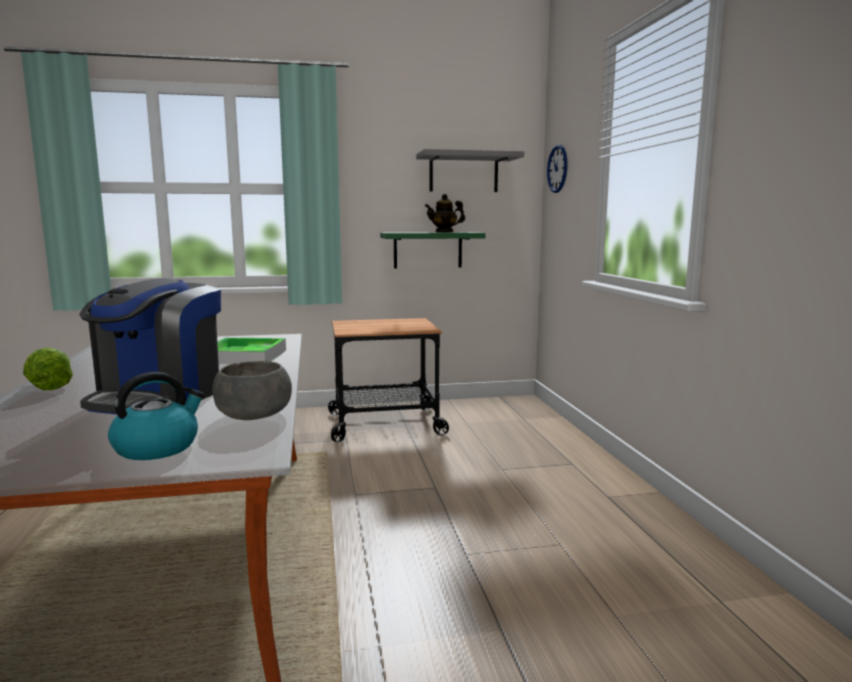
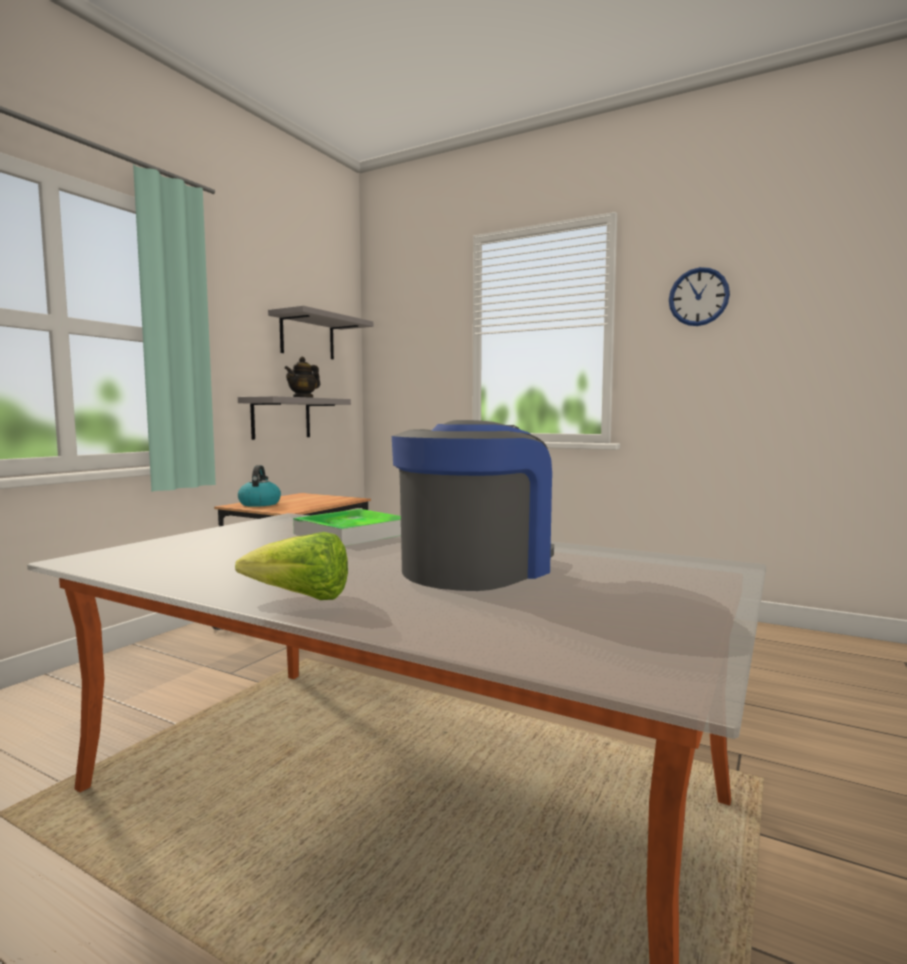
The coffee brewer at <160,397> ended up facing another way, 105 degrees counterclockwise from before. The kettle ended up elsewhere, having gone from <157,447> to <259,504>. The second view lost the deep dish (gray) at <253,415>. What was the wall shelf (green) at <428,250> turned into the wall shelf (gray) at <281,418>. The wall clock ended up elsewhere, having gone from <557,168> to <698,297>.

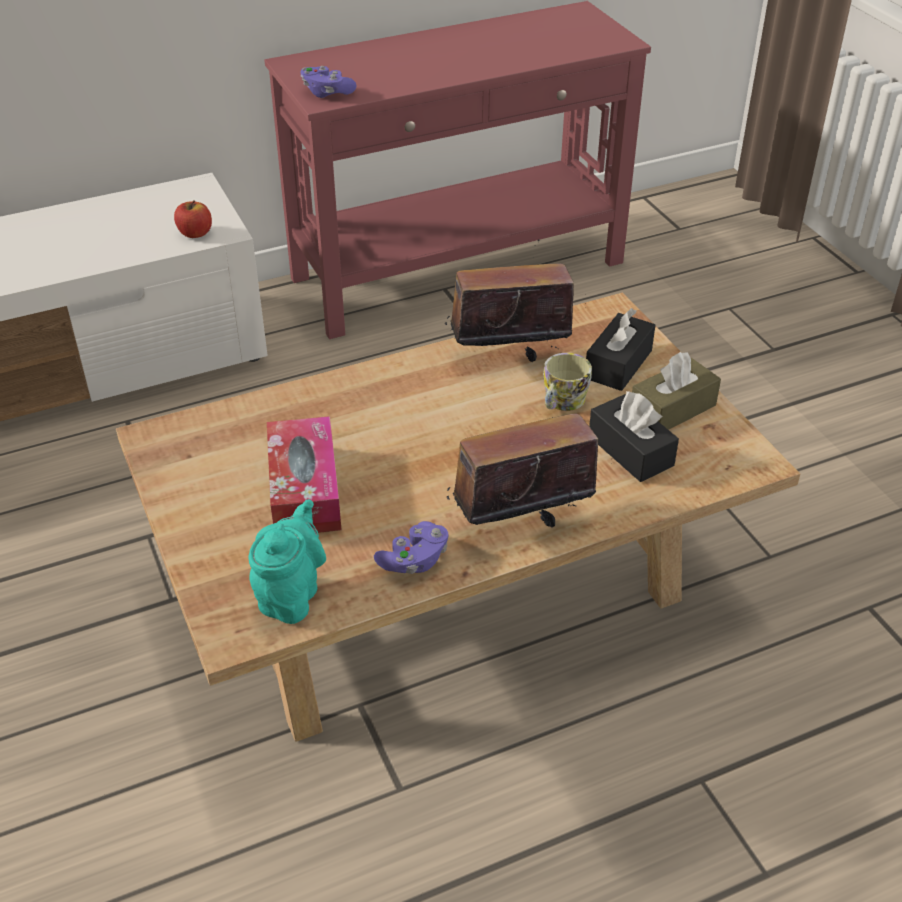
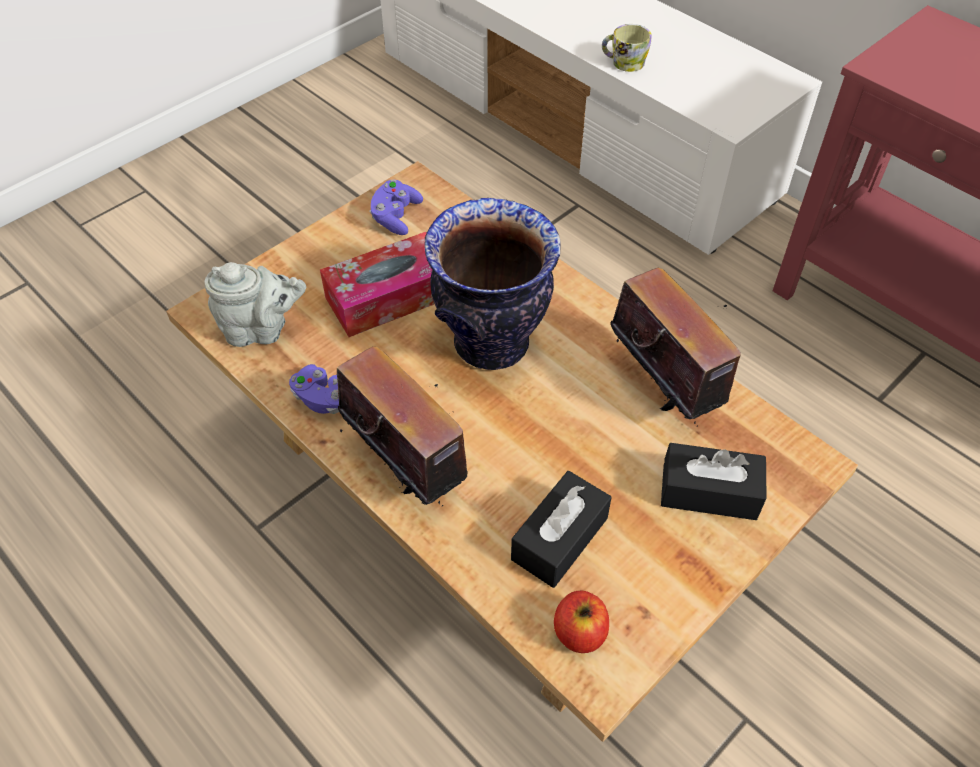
The apple fruit ended up elsewhere, having gone from <195,233> to <579,632>. What was the tea pot (blue-green) at <291,594> turned into the tea pot (gray) at <261,330>. The gamepad (purple) ended up elsewhere, having gone from <327,93> to <396,217>. The coffee mug ended up elsewhere, having gone from <561,402> to <623,62>. The second view lost the box of tissues (brownish) at <672,409>. The second view gained the vase at <493,344>.

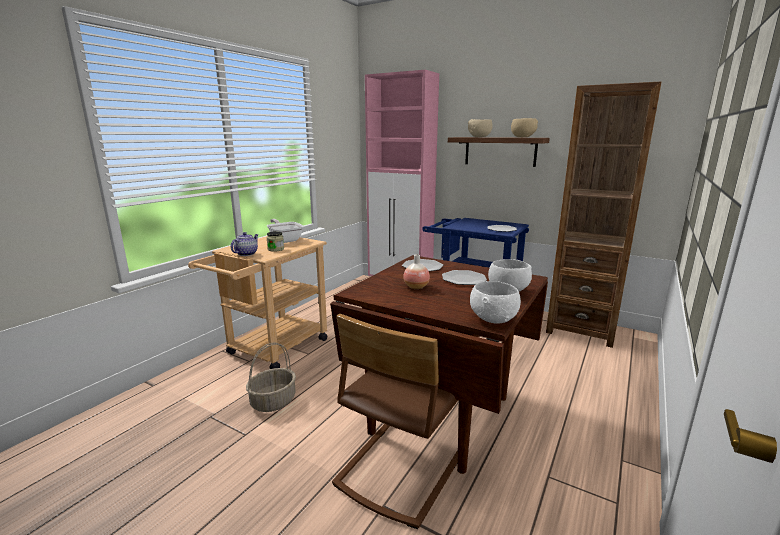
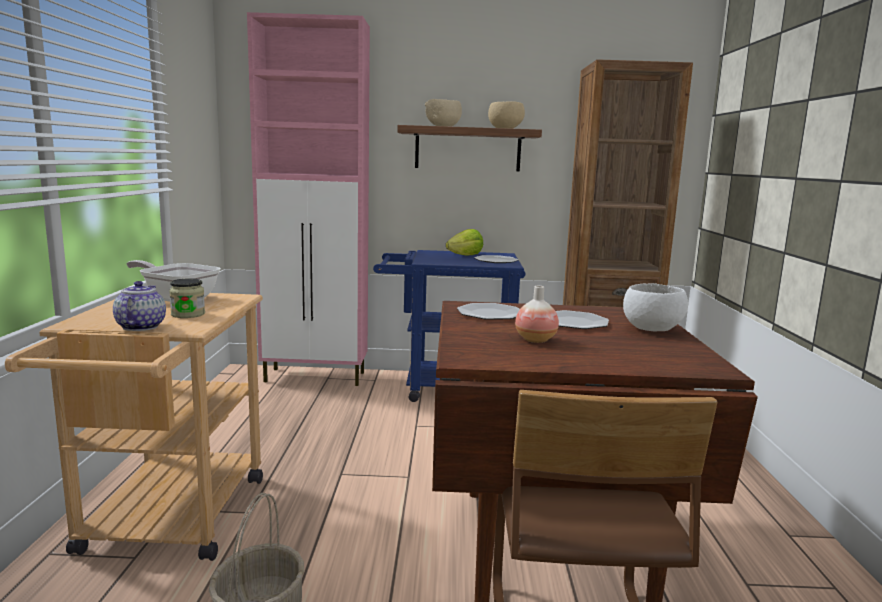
The second view lost the deep dish (white) at <493,319>. The second view gained the lettuce head at <465,255>.

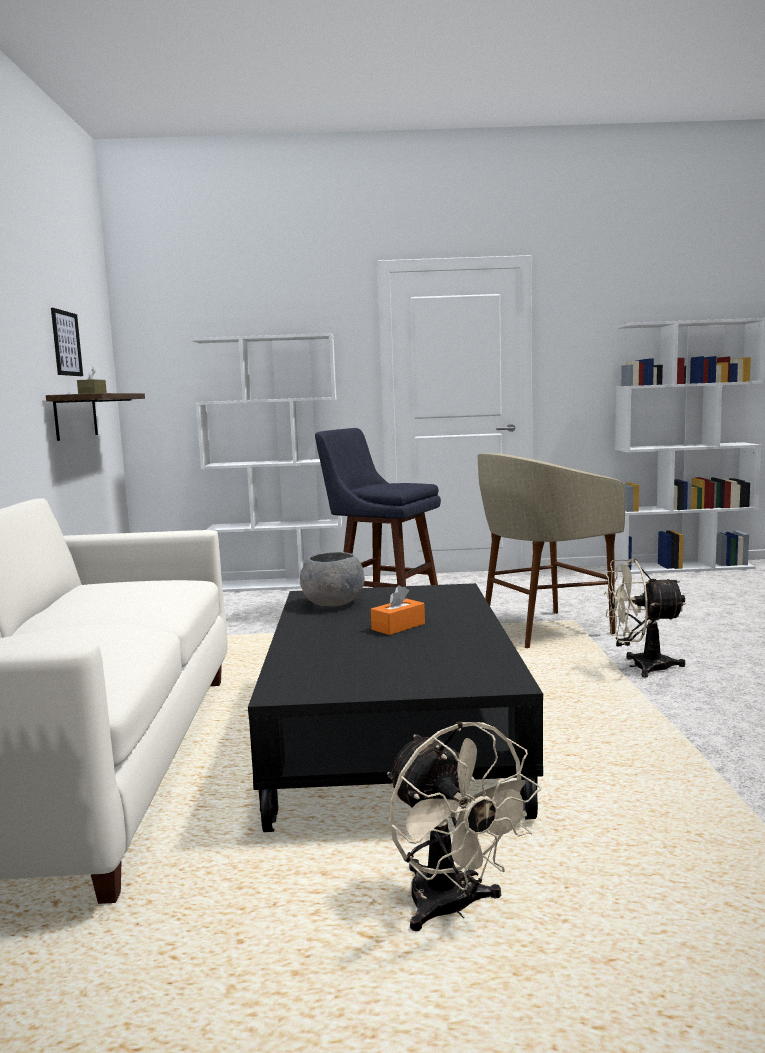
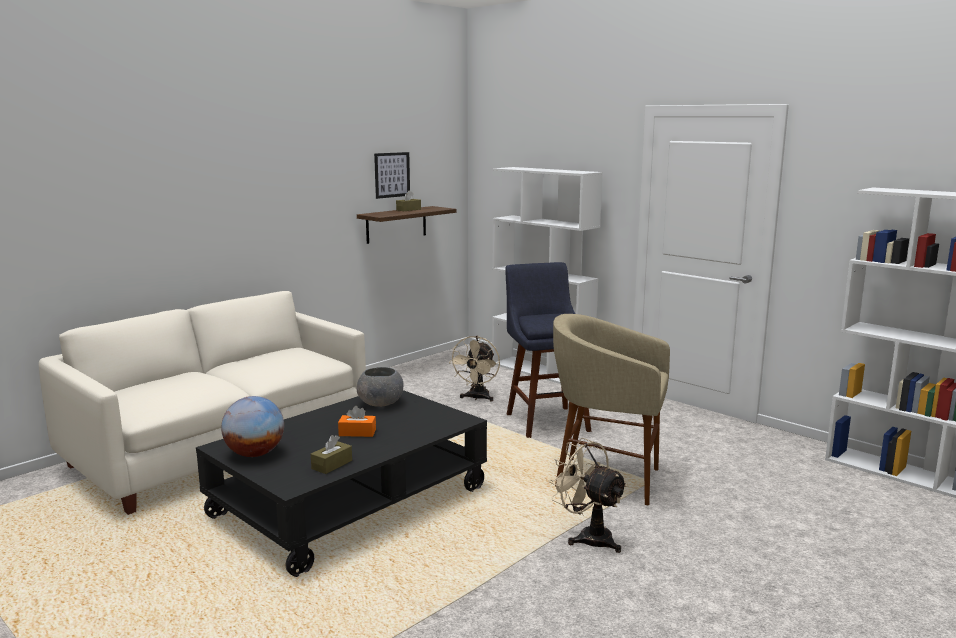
The cooling fan (beige-coloured) ended up elsewhere, having gone from <452,909> to <477,398>. The second view gained the desk globe at <255,454>. The second view gained the box of tissues (brownish) at <332,464>.

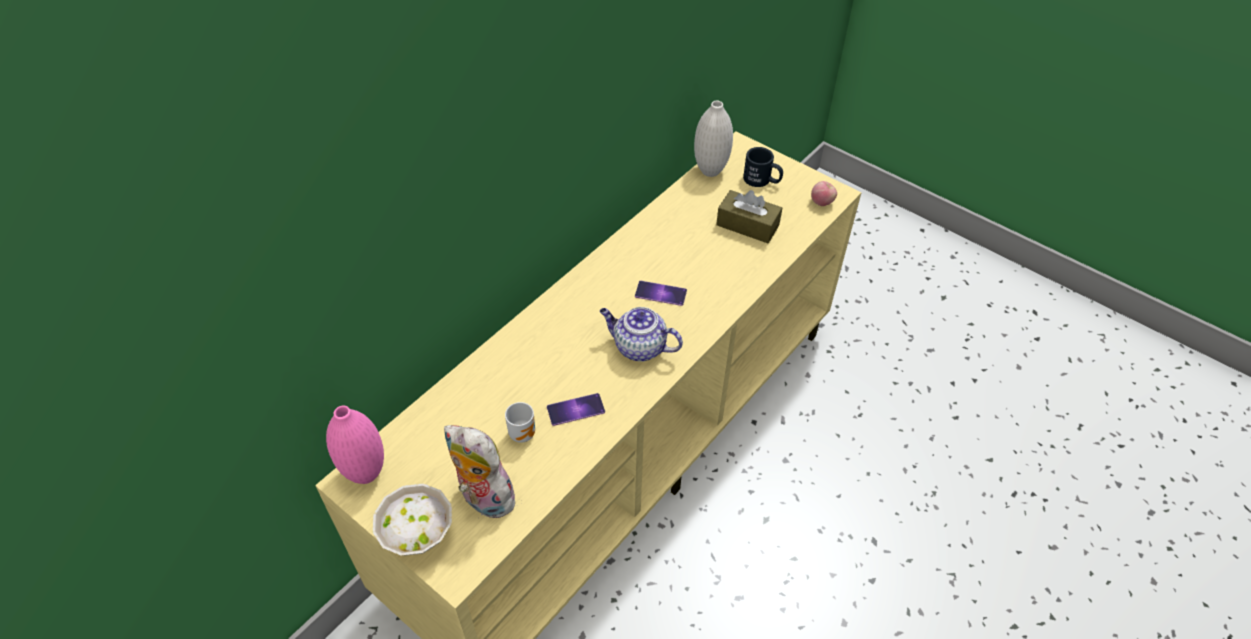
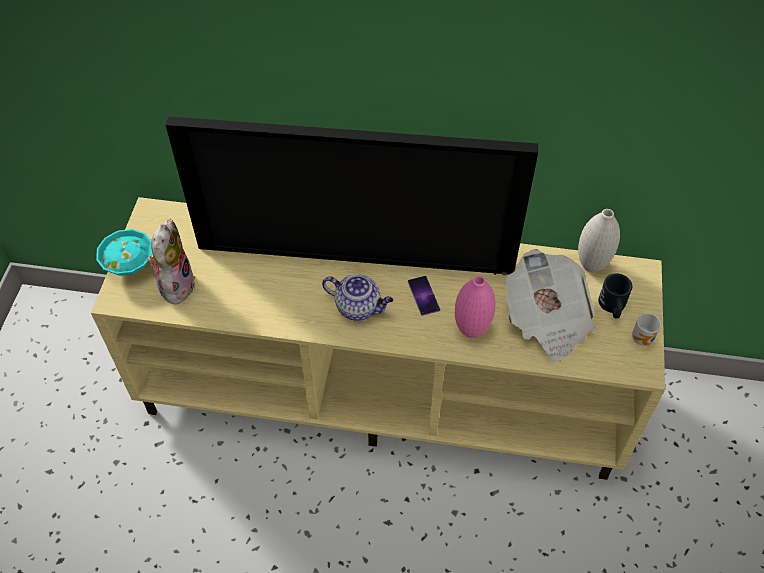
The vase (pinkish) ended up elsewhere, having gone from <366,473> to <471,330>. What was the deep dish (white) at <418,534> turned into the deep dish (blue-green) at <131,265>. The coffee mug ended up elsewhere, having gone from <523,433> to <643,339>. The second view lost the handset at <575,409>. The tea pot at <638,347> ended up facing another way, 120 degrees clockwise from before. Where the box of tissues (brownish) stood at <747,225>, the newspaper came to stand at <547,320>. The second view lost the apple fruit at <822,202>. The second view gained the TV set at <358,246>.

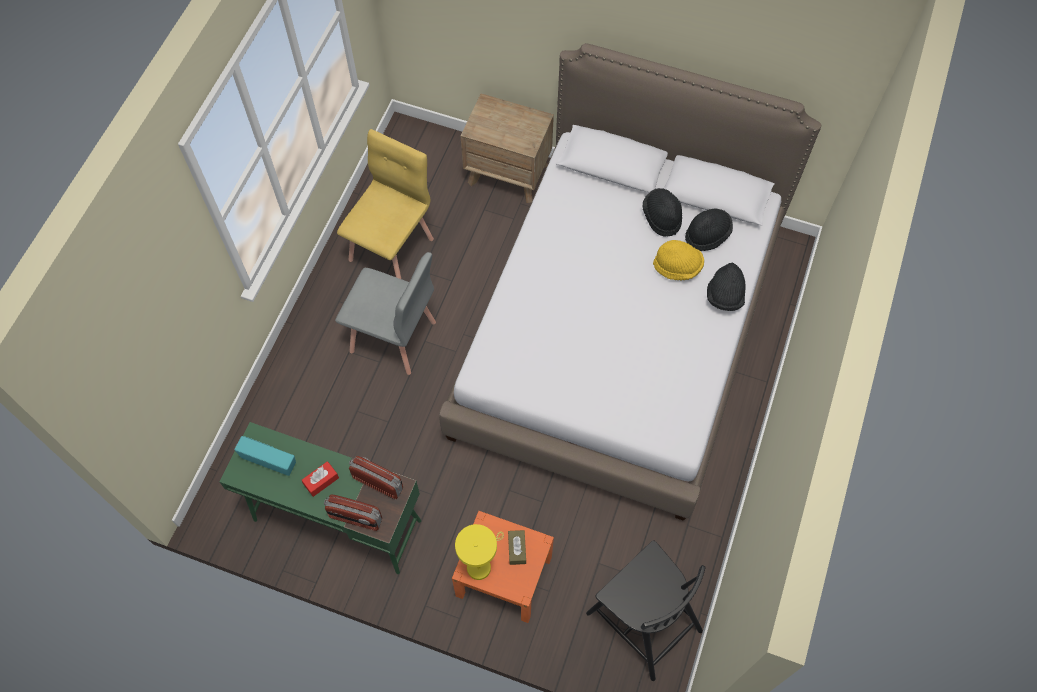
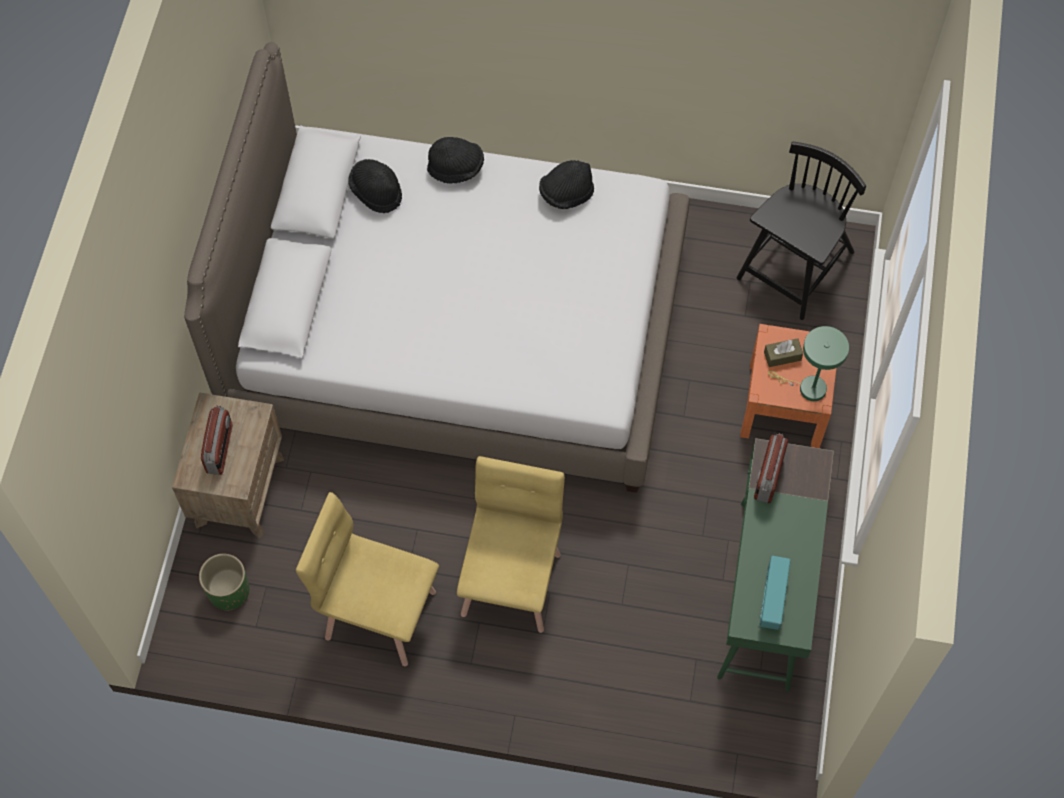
The second view lost the box of tissues (reddish) at <321,481>. The radio ended up elsewhere, having gone from <355,518> to <220,449>. What was the upright chair (gray) at <393,337> turned into the upright chair (yellow-coloured) at <512,583>. What was the tabletop lamp (yellow-coloured) at <481,563> turned into the tabletop lamp (green) at <807,388>. The hat (blackish) ended up elsewhere, having gone from <662,217> to <566,194>. The second view lost the hat (yellow-coloured) at <677,267>. The second view gained the plant pot (green) at <228,591>.

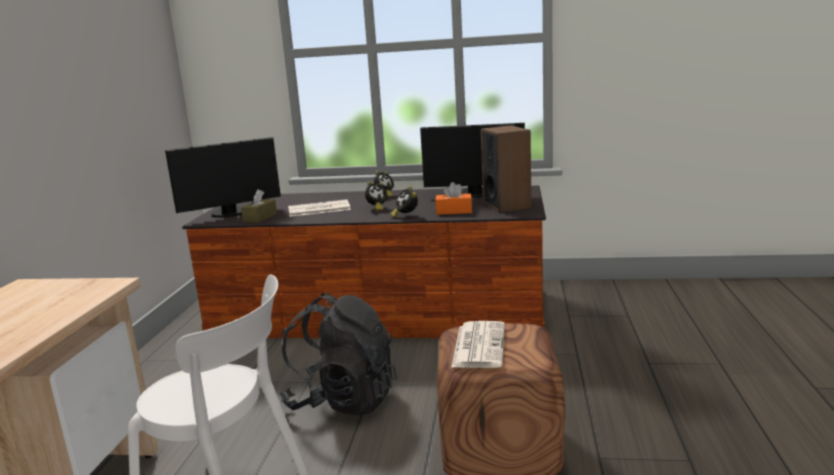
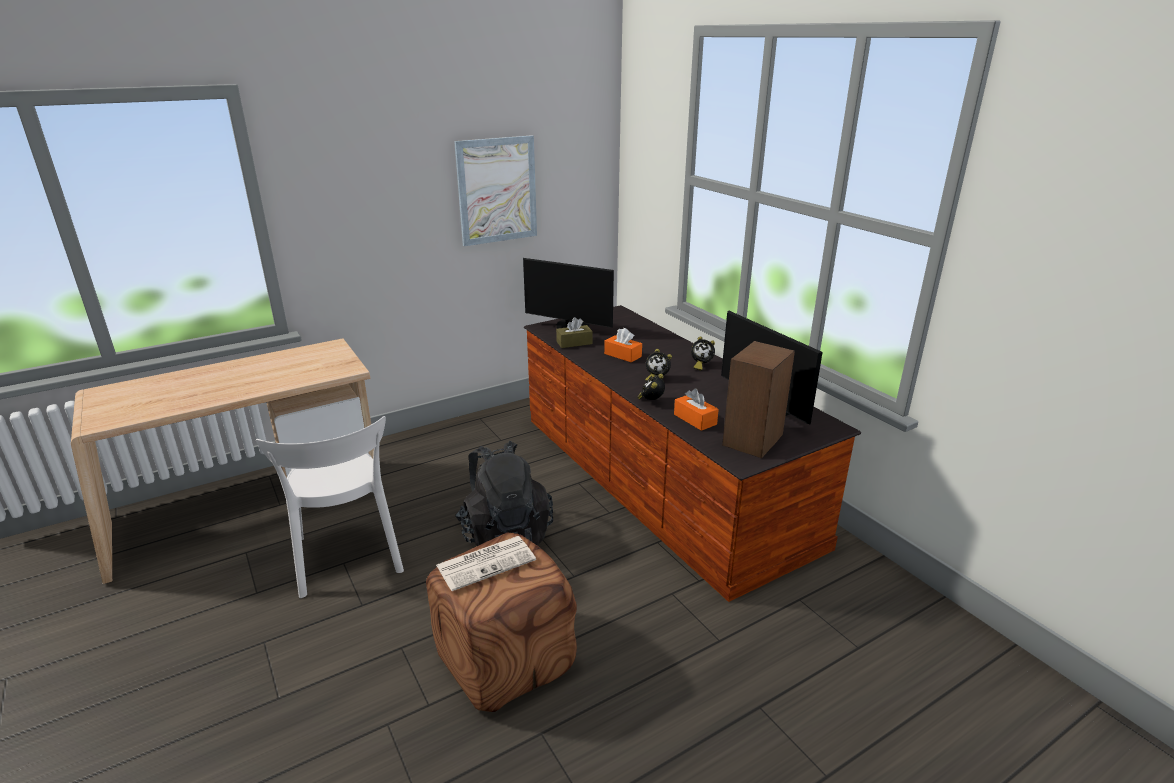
Where the newspaper stood at <318,209>, the box of tissues (orangey) came to stand at <622,355>. The second view gained the picture at <497,190>.

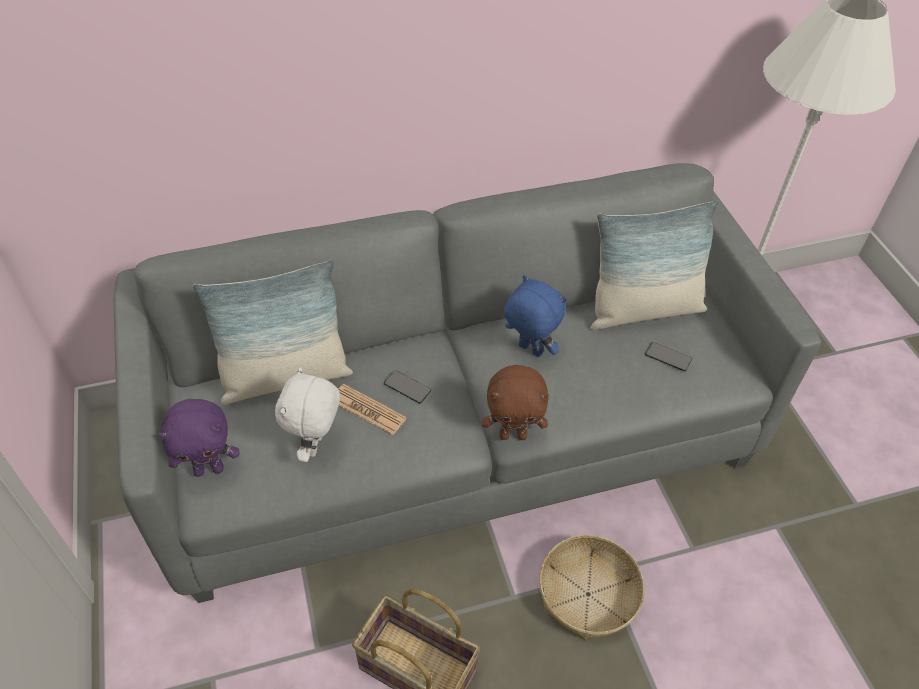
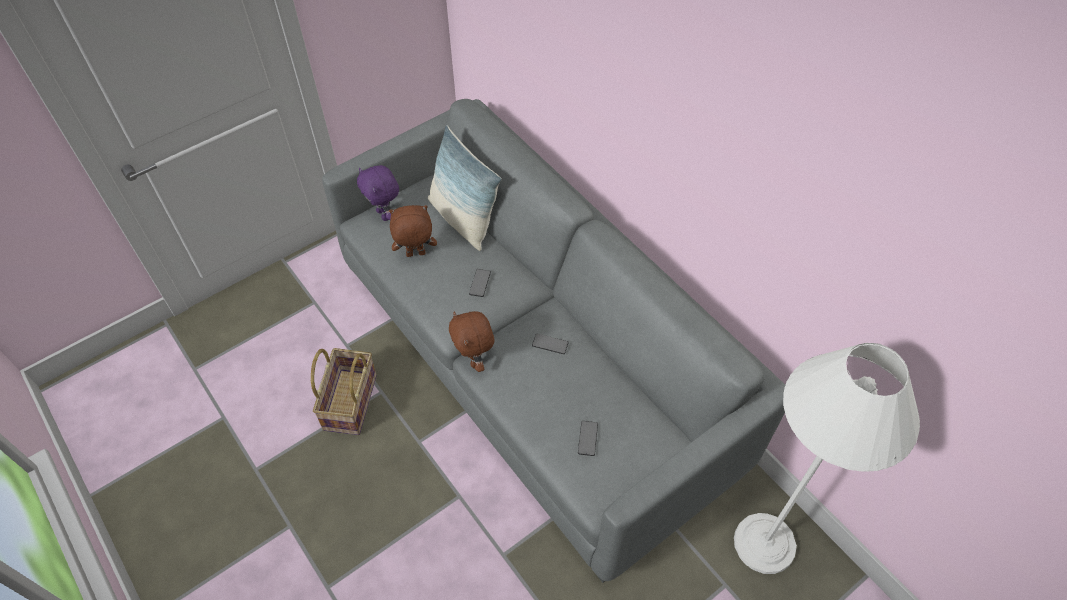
What was the plush toy (white) at <316,446> turned into the plush toy (brownish) at <415,255>. The second view lost the newspaper at <368,410>. Where the plush toy (bluish) stood at <529,350>, the handset came to stand at <550,344>. The second view lost the basket at <587,594>. The second view lost the pillow at <643,310>.

